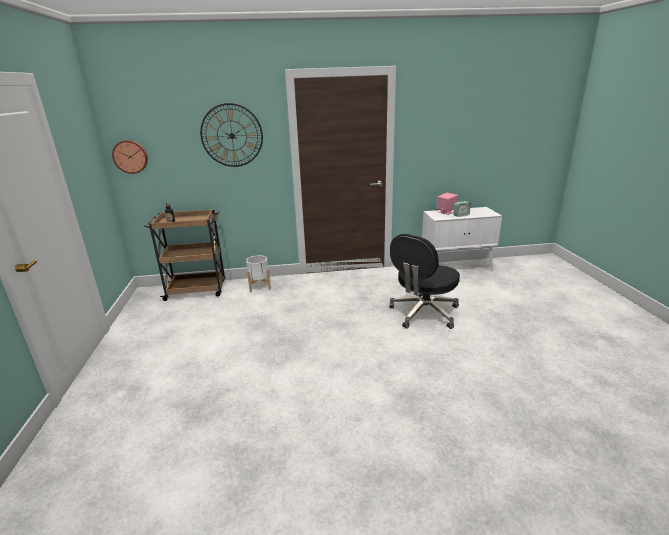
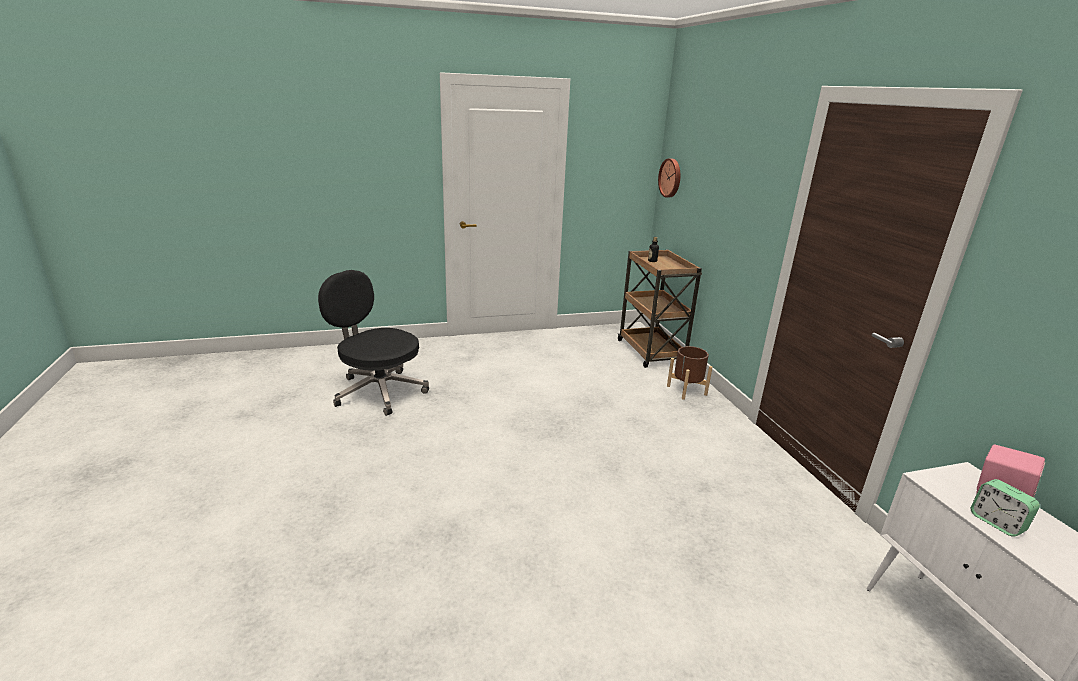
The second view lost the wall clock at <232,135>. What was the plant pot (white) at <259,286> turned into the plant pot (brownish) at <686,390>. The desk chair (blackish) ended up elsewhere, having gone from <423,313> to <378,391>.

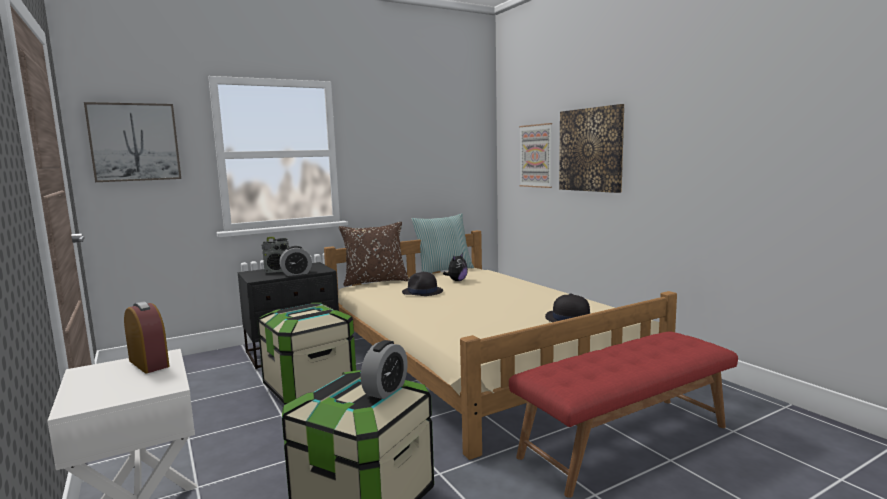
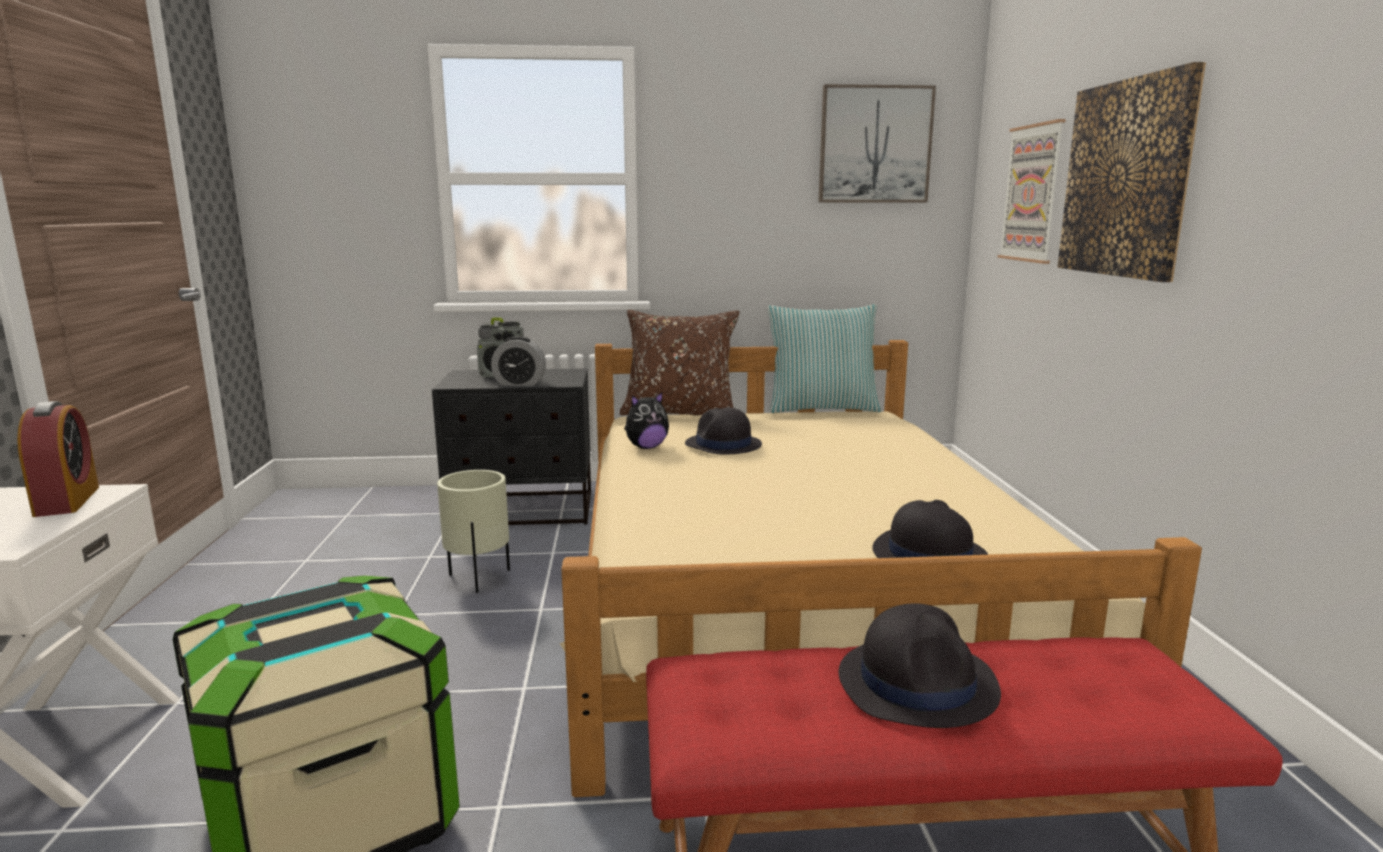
The picture ended up elsewhere, having gone from <134,142> to <874,145>. Where the storage container stood at <310,389>, the plant pot (beige-coloured) came to stand at <479,579>. The second view lost the alarm clock at <385,390>. The plush toy ended up elsewhere, having gone from <457,281> to <646,447>. The second view gained the hat (blackish) at <918,683>.

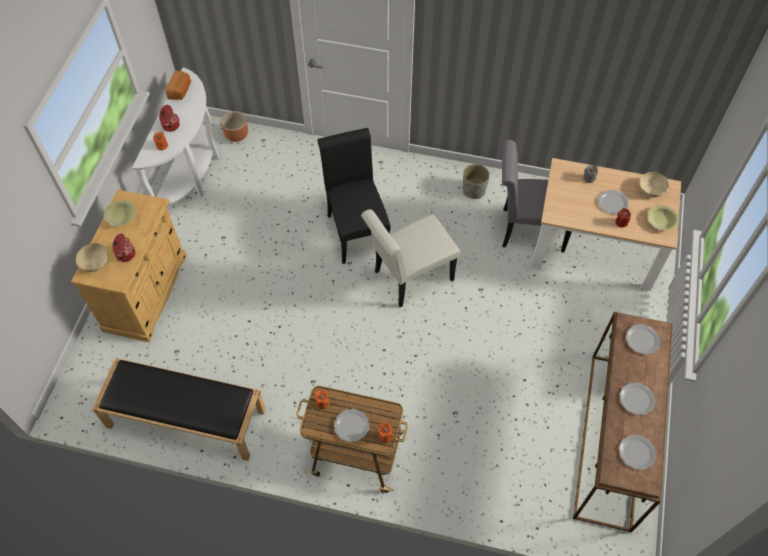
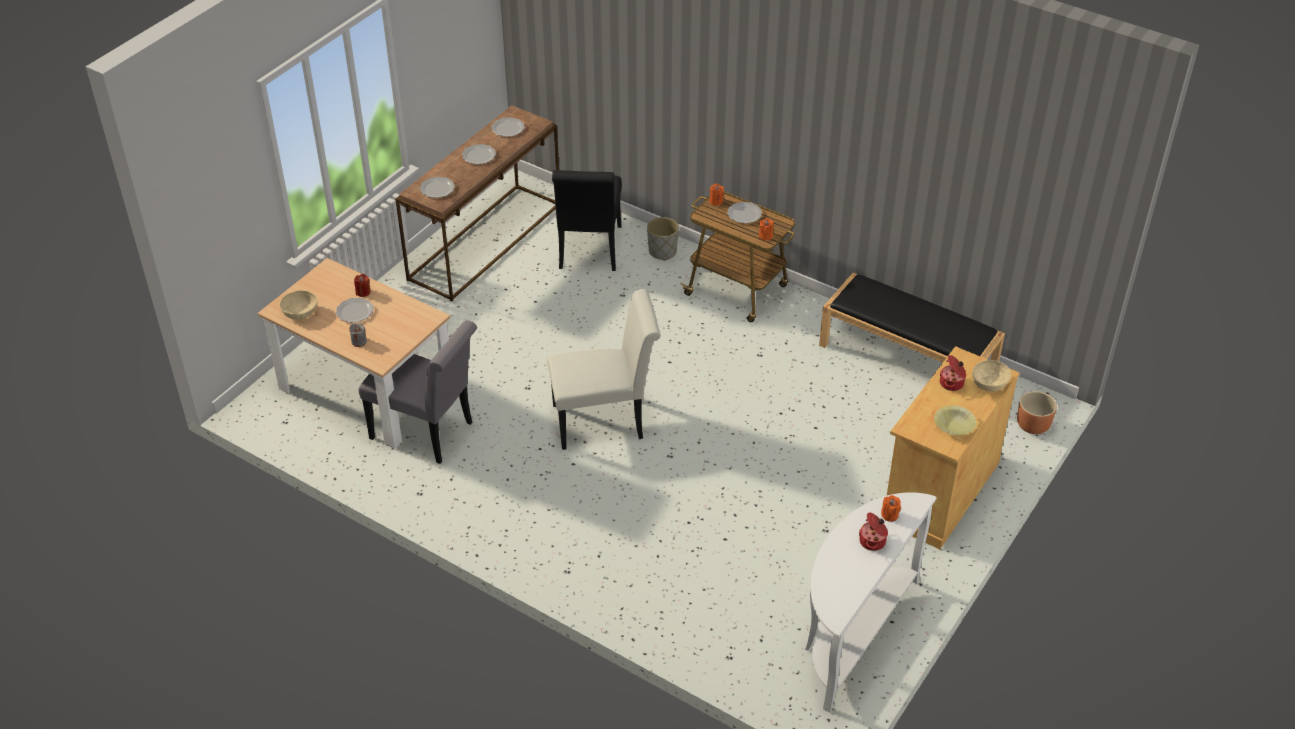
The second view lost the baked bread at <180,91>. The plant pot (brownish) ended up elsewhere, having gone from <236,135> to <1033,425>. The upright chair (blackish) ended up elsewhere, having gone from <356,229> to <589,251>. The plant pot (gray) ended up elsewhere, having gone from <473,190> to <663,252>. The second view lost the deep dish (yellow-coloured) at <661,221>.

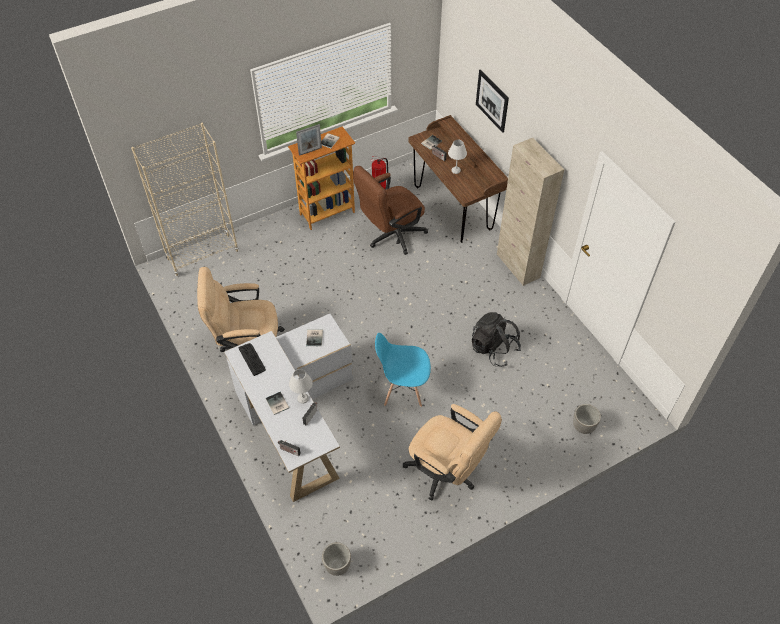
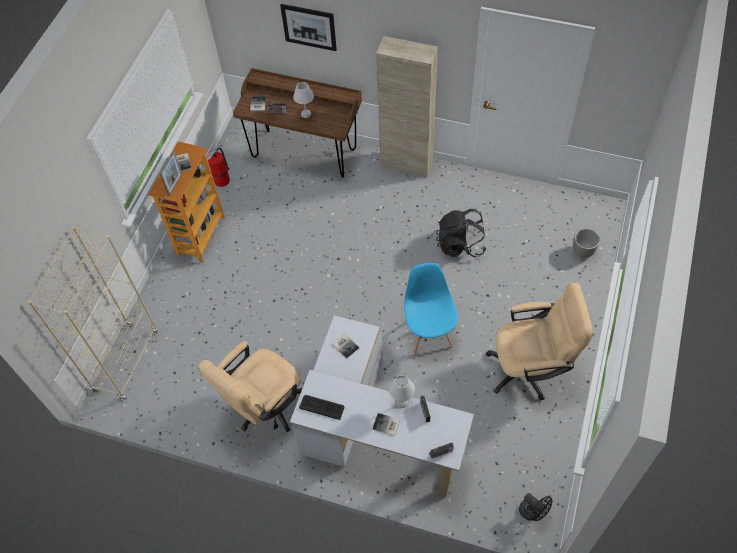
Where the plant pot stood at <337,565>, the cooling fan (blackish) came to stand at <533,512>. The second view lost the desk chair (brownish) at <391,236>. The upright chair (bluish) at <403,390> ended up facing another way, 120 degrees clockwise from before.

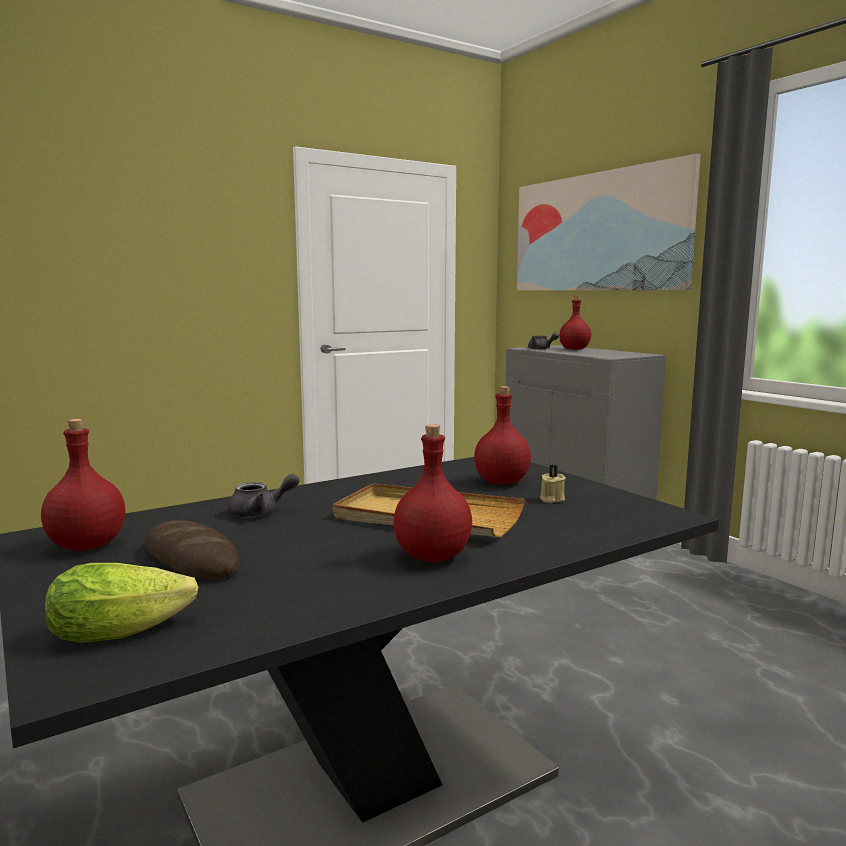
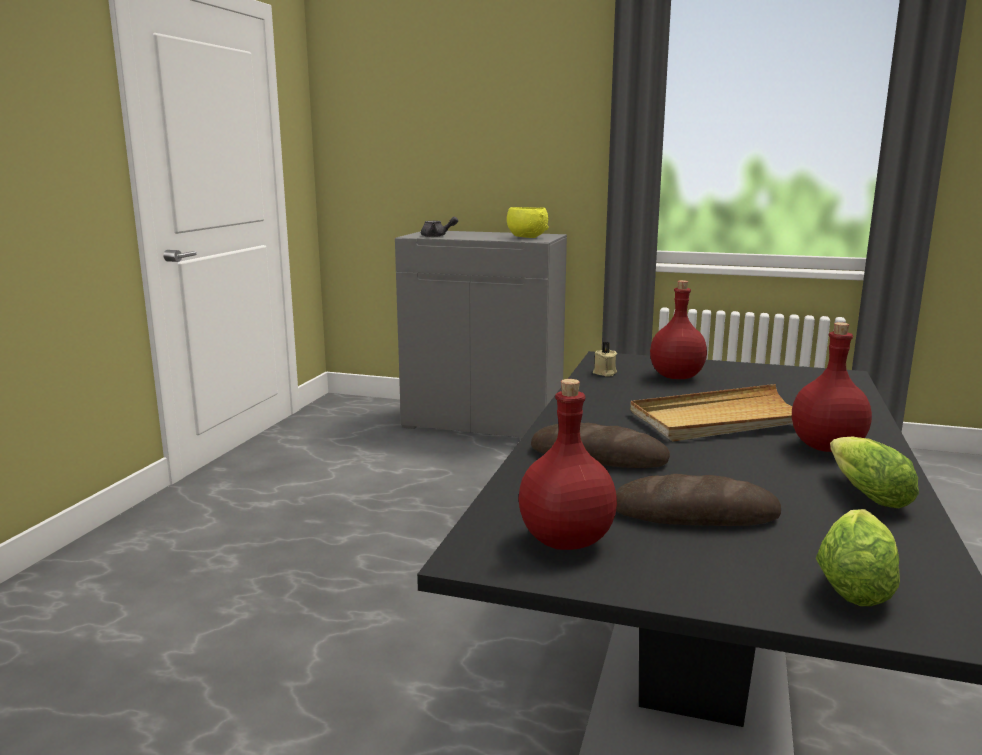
Where the tea pot (gray) stood at <261,512>, the baked bread came to stand at <598,456>. The second view lost the picture at <596,232>. The wax light (beige-coloured) ended up elsewhere, having gone from <551,499> to <604,373>. The second view lost the beverage bottle (reddish) at <575,349>. The second view gained the deep dish (yellow-coloured) at <526,237>. The second view gained the lettuce head at <863,492>.

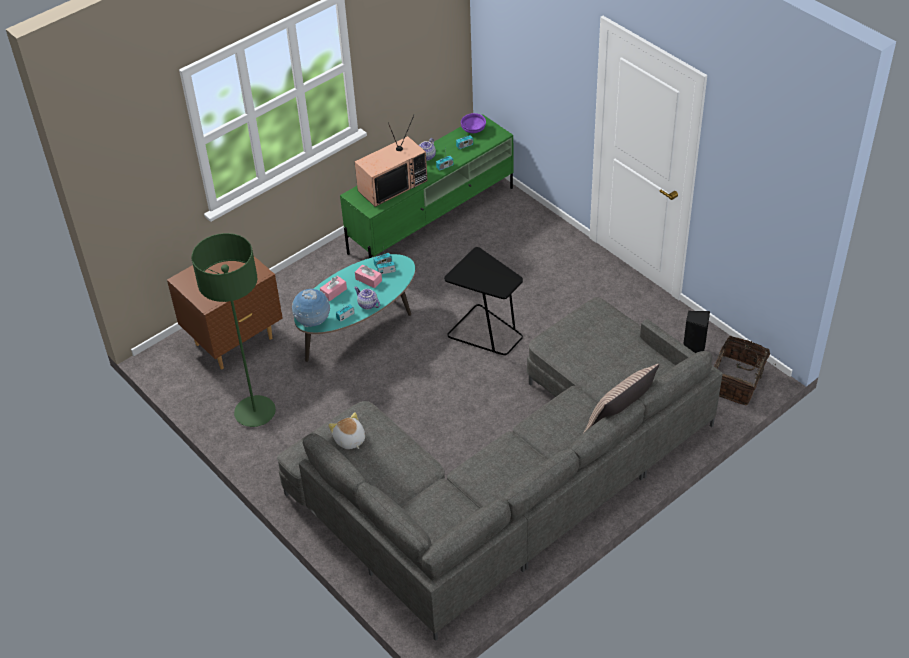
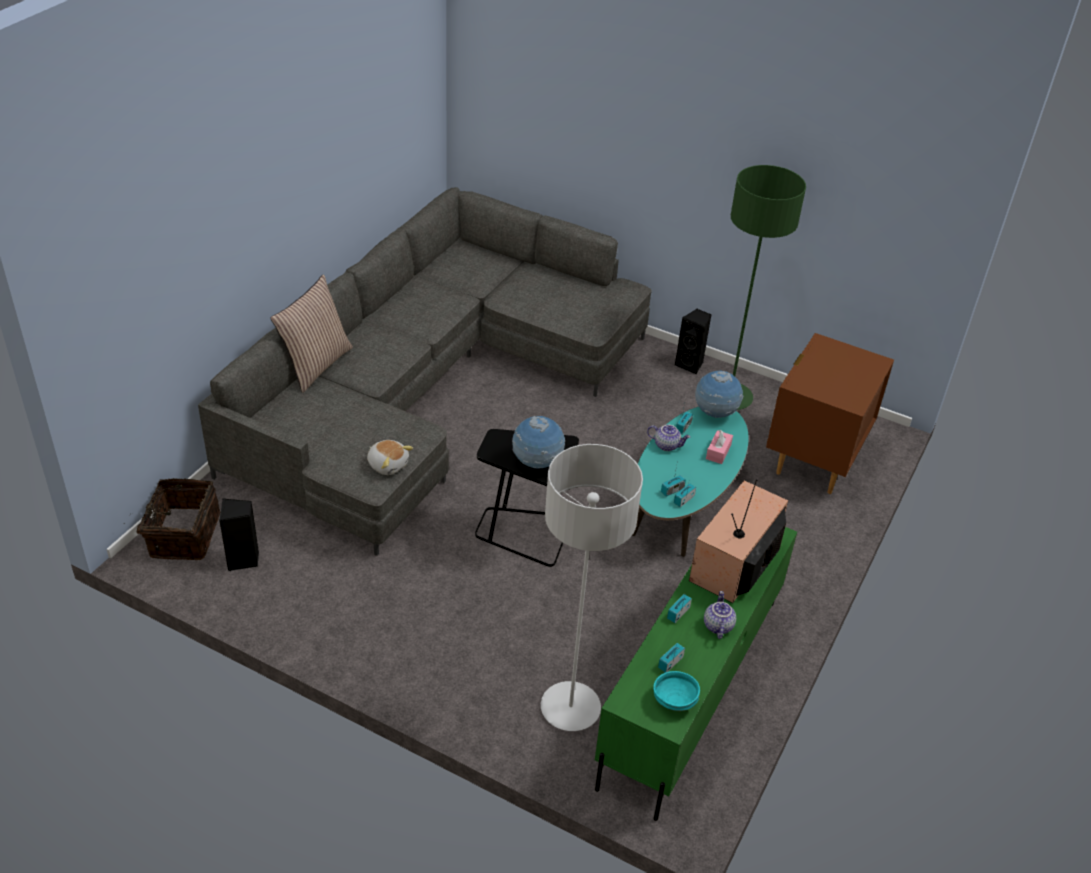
The plush toy ended up elsewhere, having gone from <349,440> to <388,464>. The second view lost the box of tissues (pinkish) at <368,280>. What was the deep dish (purple) at <473,130> turned into the deep dish (blue-green) at <674,700>. The second view gained the desk globe at <537,464>. The second view gained the standard lamp (gray) at <570,708>. The second view gained the loudspeaker (blackish) at <690,365>.

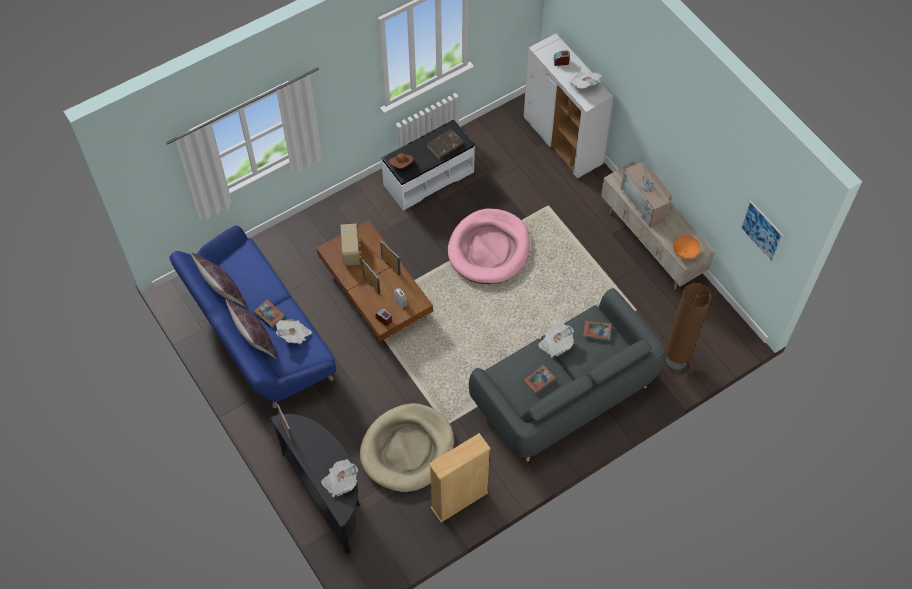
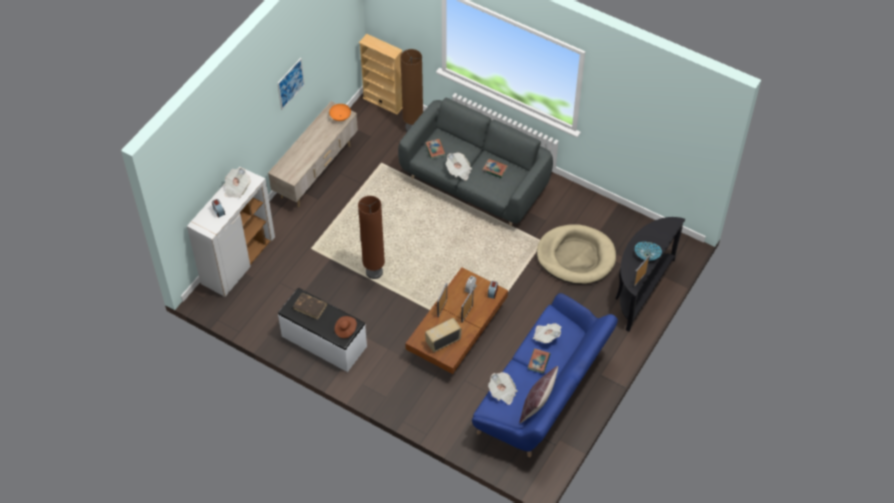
The second view lost the pillow (brownish) at <255,341>. The newspaper ended up elsewhere, having gone from <340,482> to <502,392>. The bookshelf (beige-coloured) ended up elsewhere, having gone from <459,500> to <383,102>. Where the dog bed (pinkish) stood at <489,249>, the standard lamp (brownish) came to stand at <374,272>. The second view lost the TV set at <646,203>. The picture ended up elsewhere, having gone from <761,231> to <290,83>. The second view gained the deep dish at <647,254>.

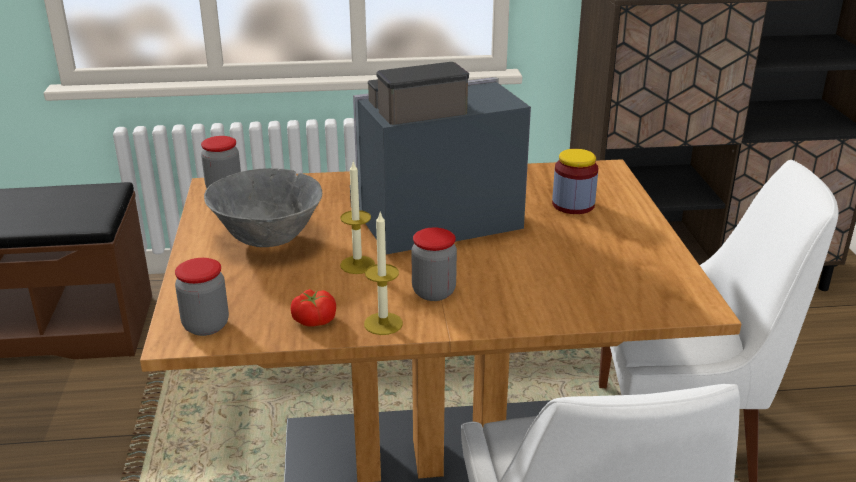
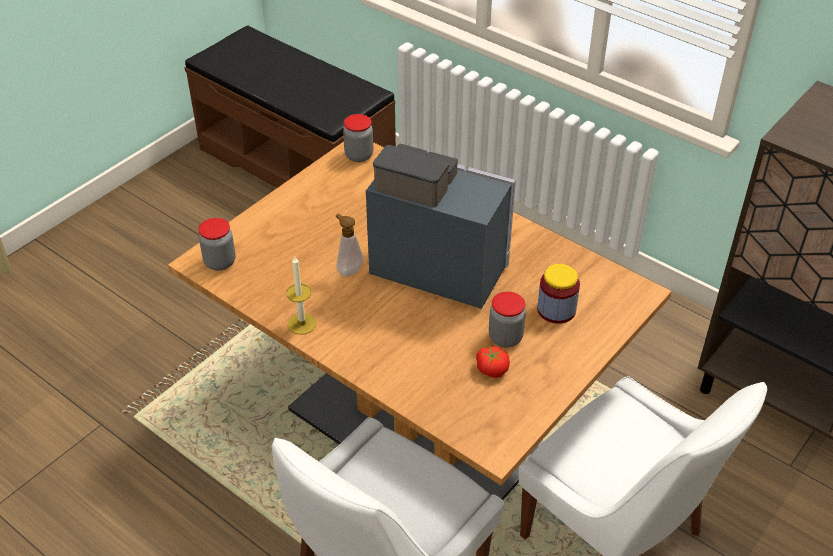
The second view lost the deep dish (gray) at <268,241>. The fresh tomato ended up elsewhere, having gone from <314,320> to <492,368>. Where the wax light stood at <357,265>, the liquid soap bottle came to stand at <348,270>. The storage jar ended up elsewhere, having gone from <434,292> to <505,337>.

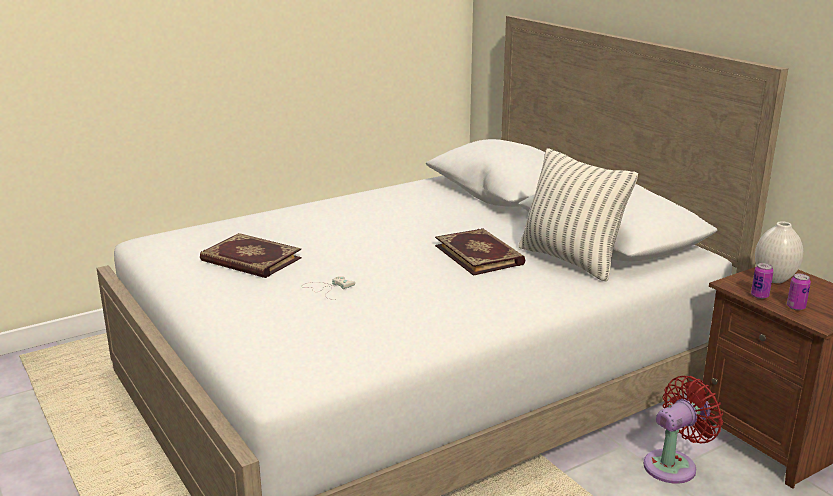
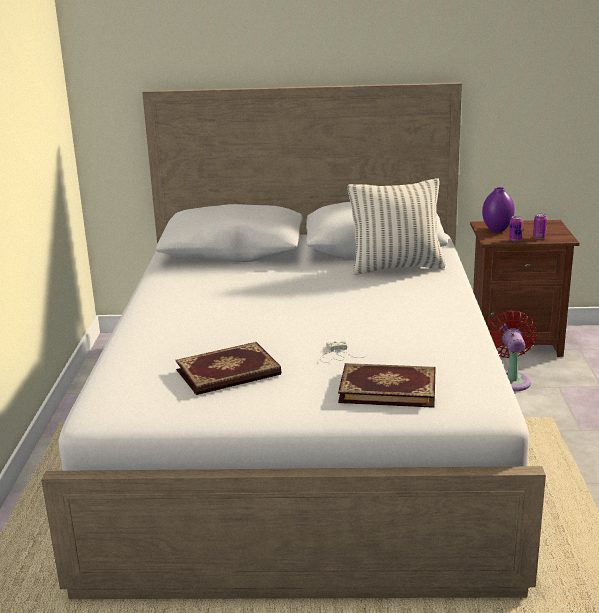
The bound book ended up elsewhere, having gone from <480,255> to <388,388>. What was the vase (white) at <775,279> turned into the vase (purple) at <497,229>.

